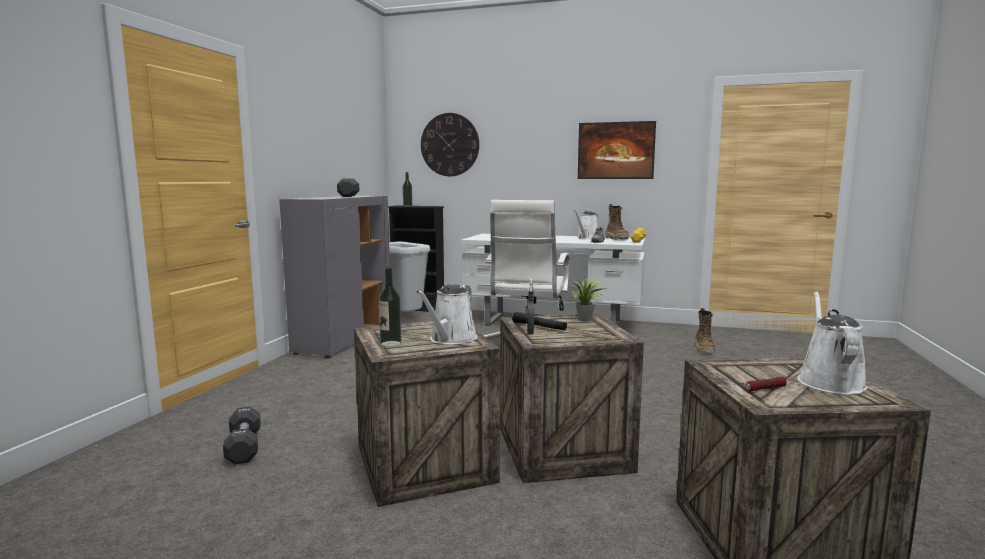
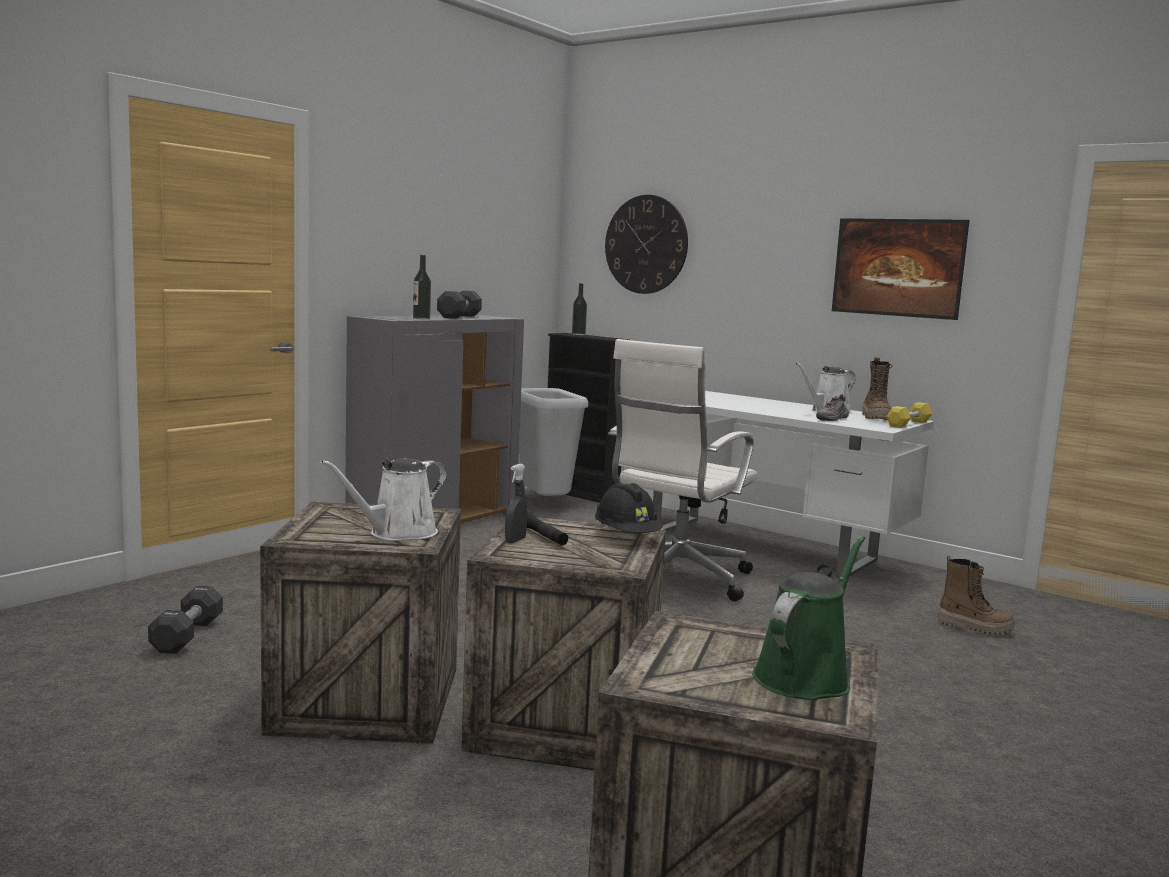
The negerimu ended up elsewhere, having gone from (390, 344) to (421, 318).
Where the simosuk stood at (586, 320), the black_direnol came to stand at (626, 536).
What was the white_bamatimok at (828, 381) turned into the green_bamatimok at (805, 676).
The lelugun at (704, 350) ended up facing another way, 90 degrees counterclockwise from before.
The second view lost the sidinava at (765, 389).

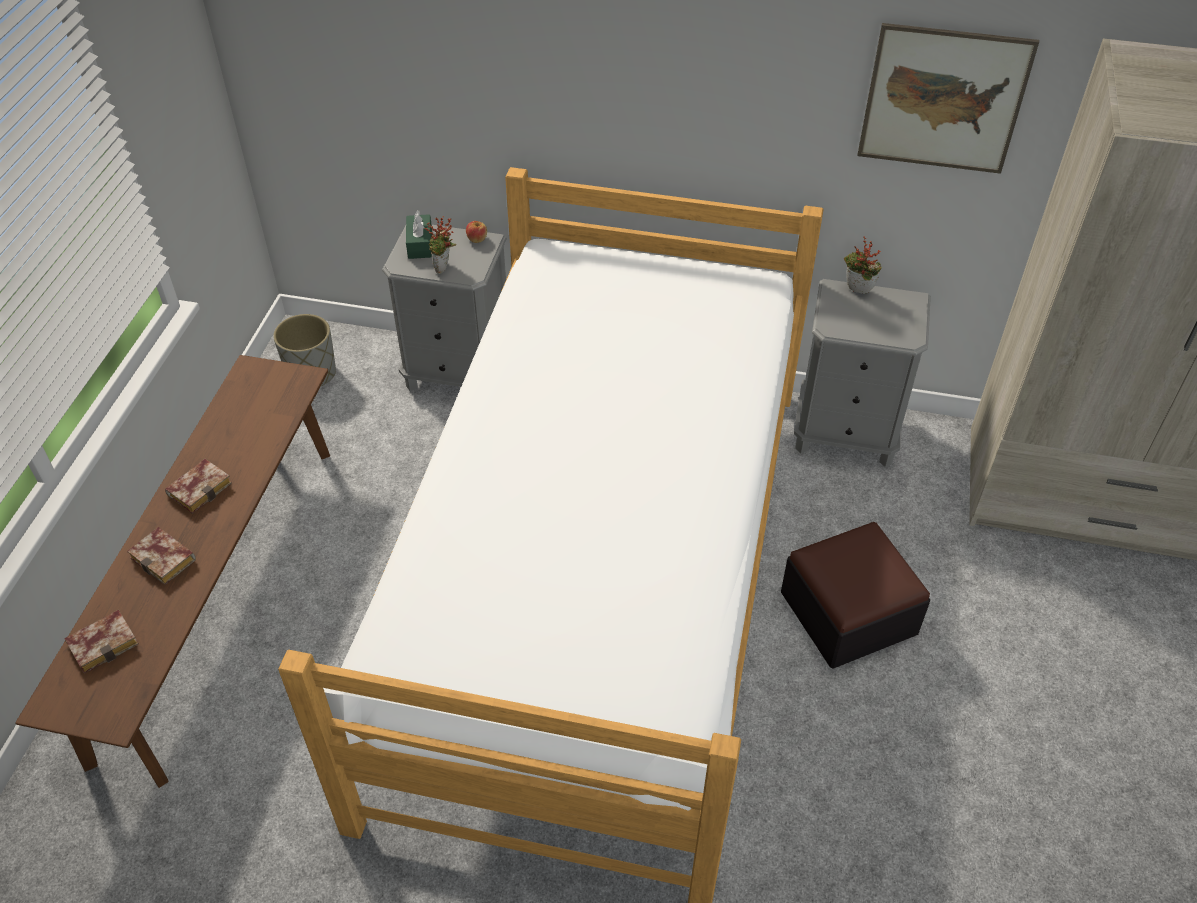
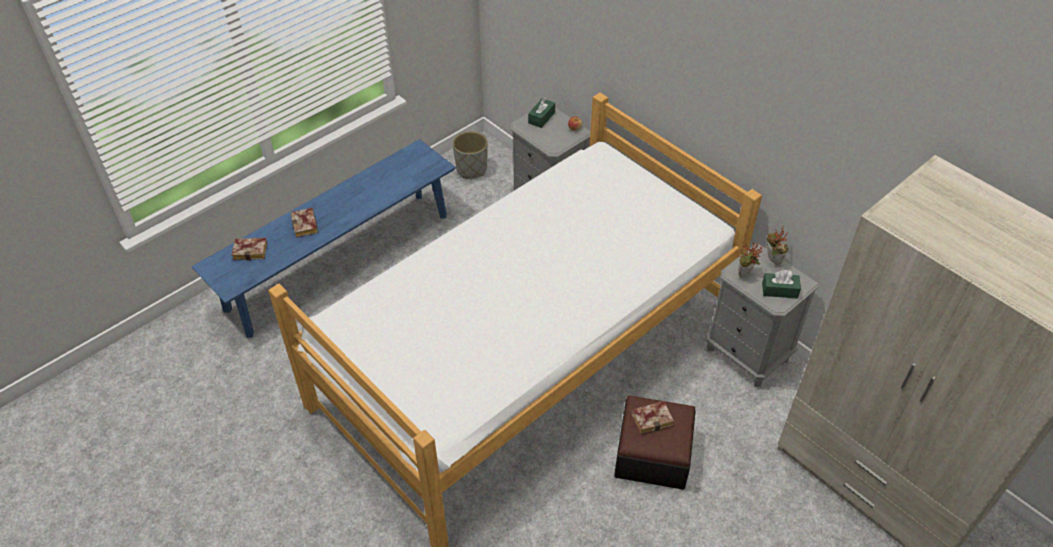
The second view lost the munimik at (943, 99).
The simosuk ended up elsewhere, having gone from (444, 269) to (745, 275).
What was the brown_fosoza at (219, 594) turned into the blue_fosoza at (340, 261).
The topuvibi ended up elsewhere, having gone from (200, 488) to (653, 418).
The second view gained the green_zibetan at (779, 290).

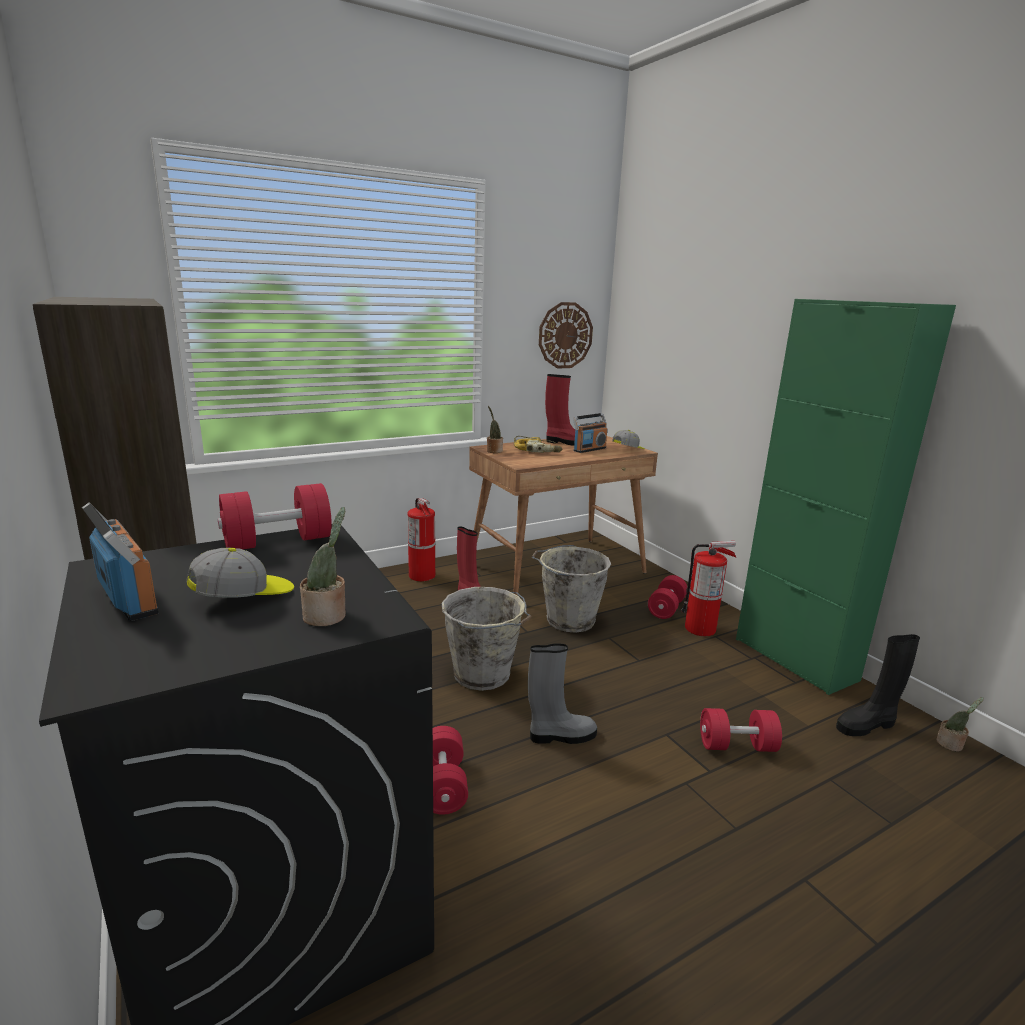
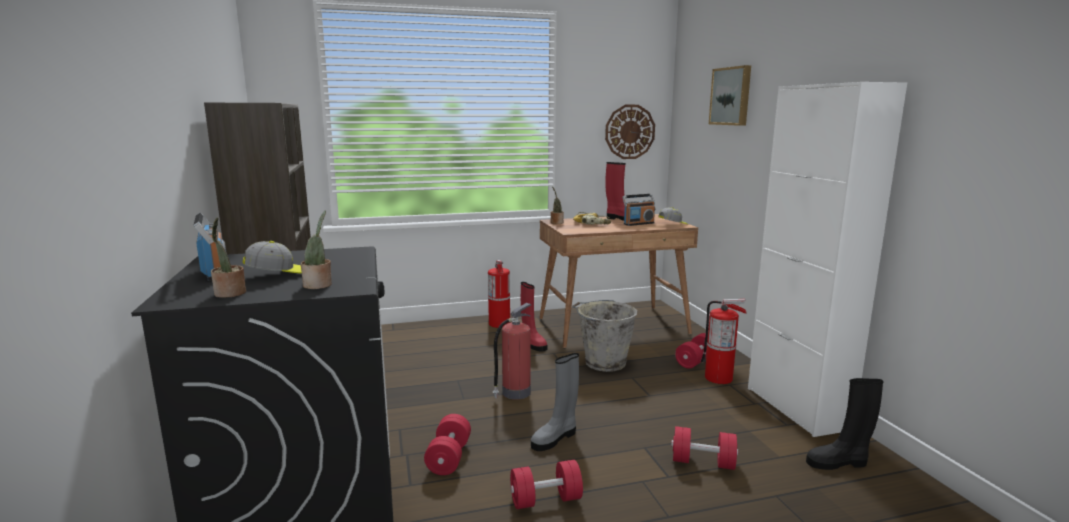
What was the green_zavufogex at (795, 659) turned into the white_zavufogex at (797, 408).
The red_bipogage ended up elsewhere, having gone from (278, 542) to (545, 500).
Where the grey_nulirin stood at (484, 675), the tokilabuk came to stand at (515, 393).
The grey_lelugun at (560, 736) ended up facing another way, 135 degrees clockwise from before.
The simosuk ended up elsewhere, having gone from (951, 745) to (229, 294).
The second view gained the munimik at (731, 96).

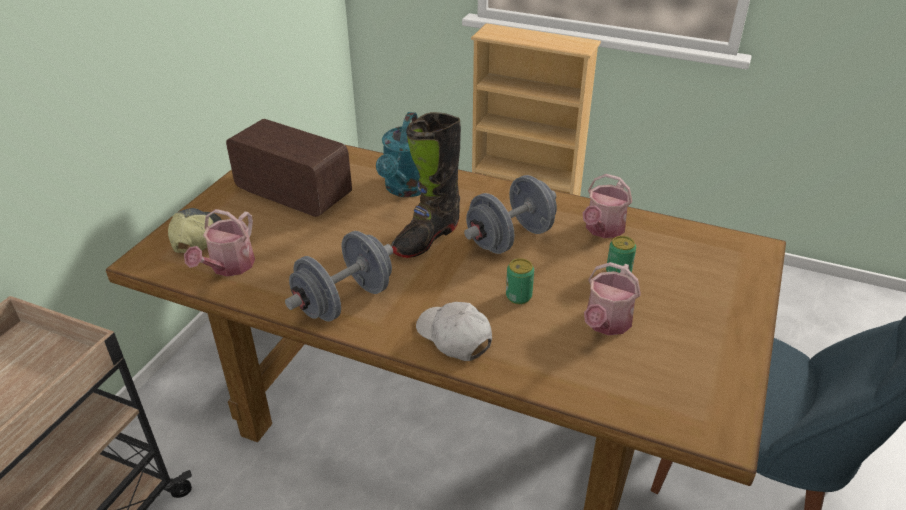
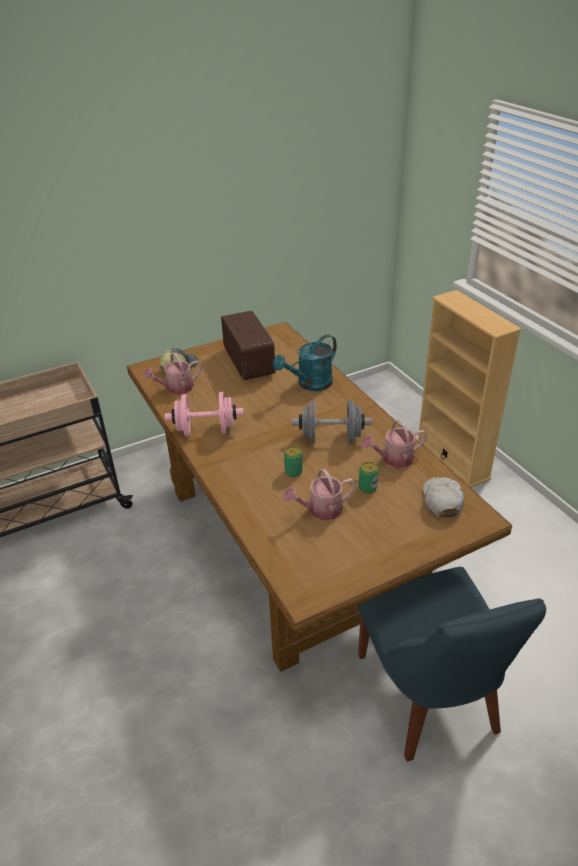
The second view lost the black_lelugun at (426, 238).
What was the grey_bipogage at (344, 301) turned into the pink_bipogage at (206, 430).
The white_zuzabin ended up elsewhere, having gone from (454, 337) to (441, 500).

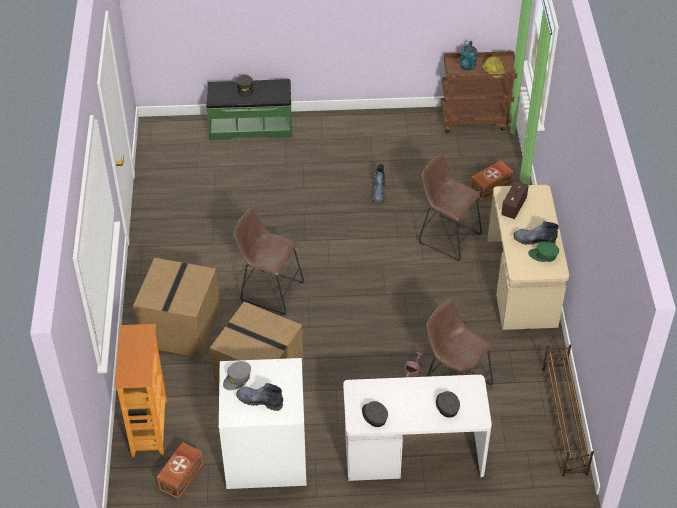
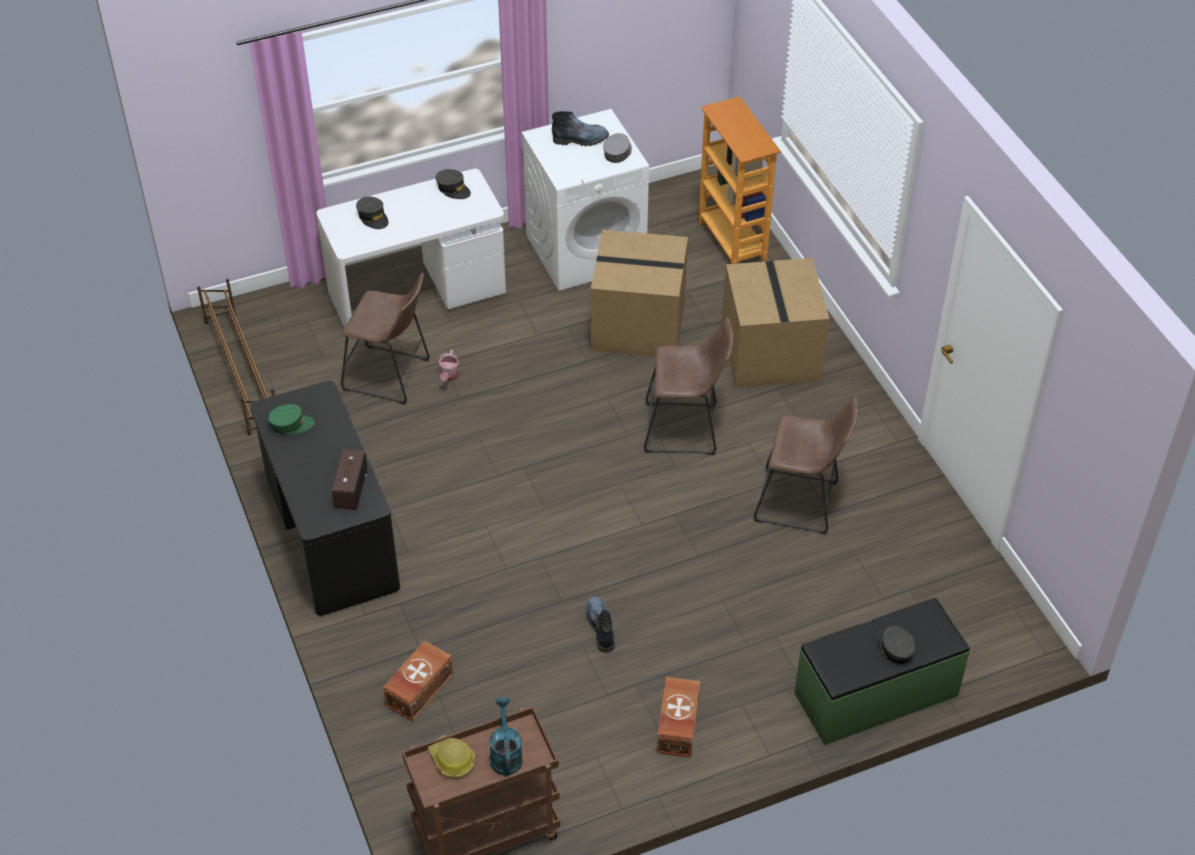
The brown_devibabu ended up elsewhere, having gone from (447, 236) to (801, 503).
What was the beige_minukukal at (522, 284) turned into the black_minukukal at (330, 535).
The second view lost the lelugun at (533, 240).
The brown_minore ended up elsewhere, having gone from (182, 476) to (676, 727).

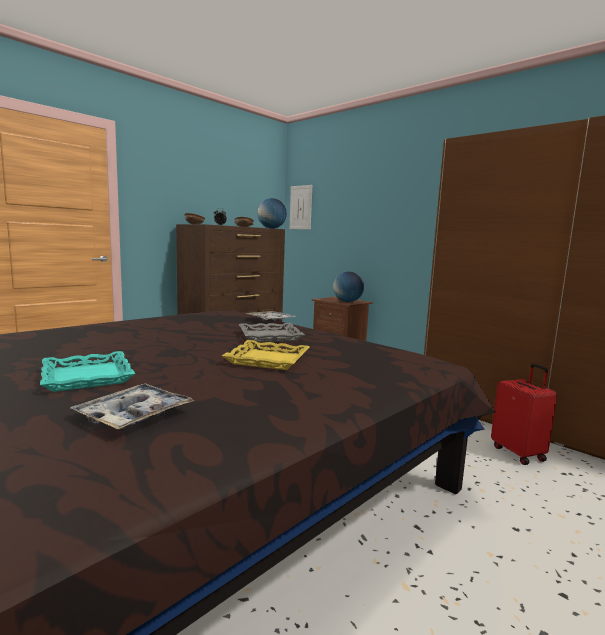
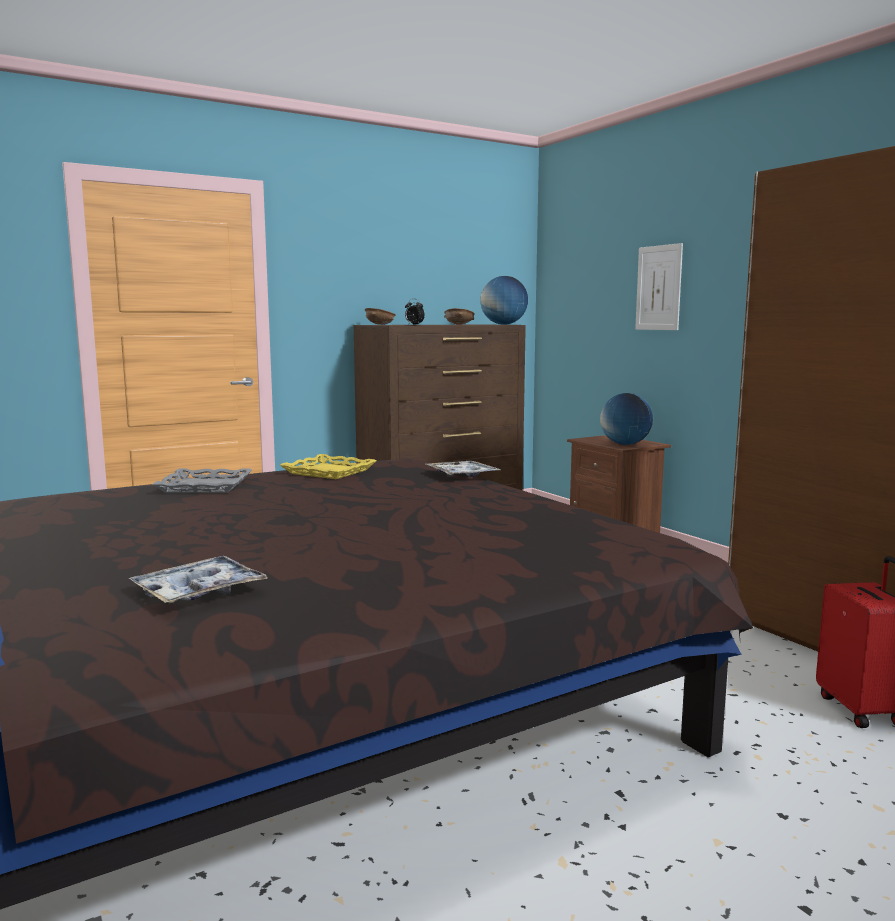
The munimik ended up elsewhere, having gone from (300, 207) to (658, 288).
The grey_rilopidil ended up elsewhere, having gone from (270, 336) to (204, 487).
The yellow_rilopidil ended up elsewhere, having gone from (268, 360) to (329, 472).
The second view lost the turquoise_rilopidil at (88, 377).

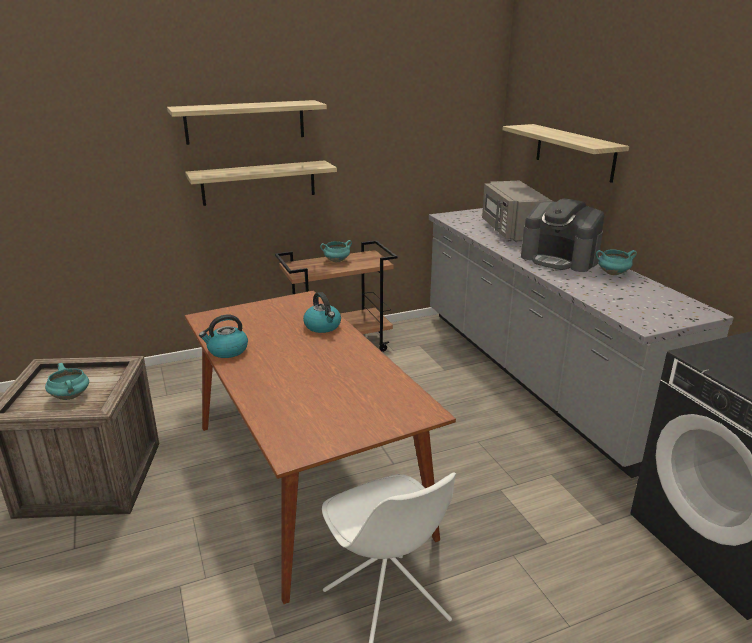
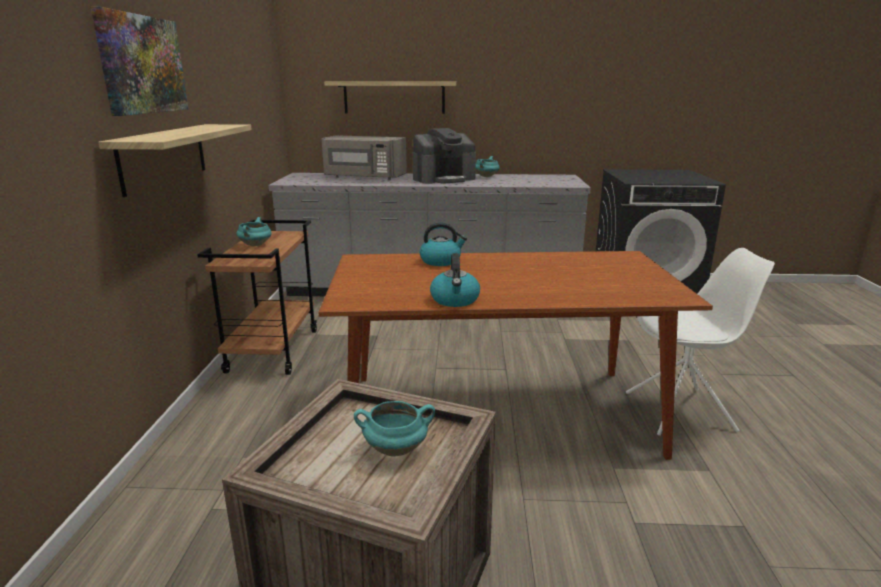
Where the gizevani hung at (245, 122), the munimik came to hang at (142, 65).

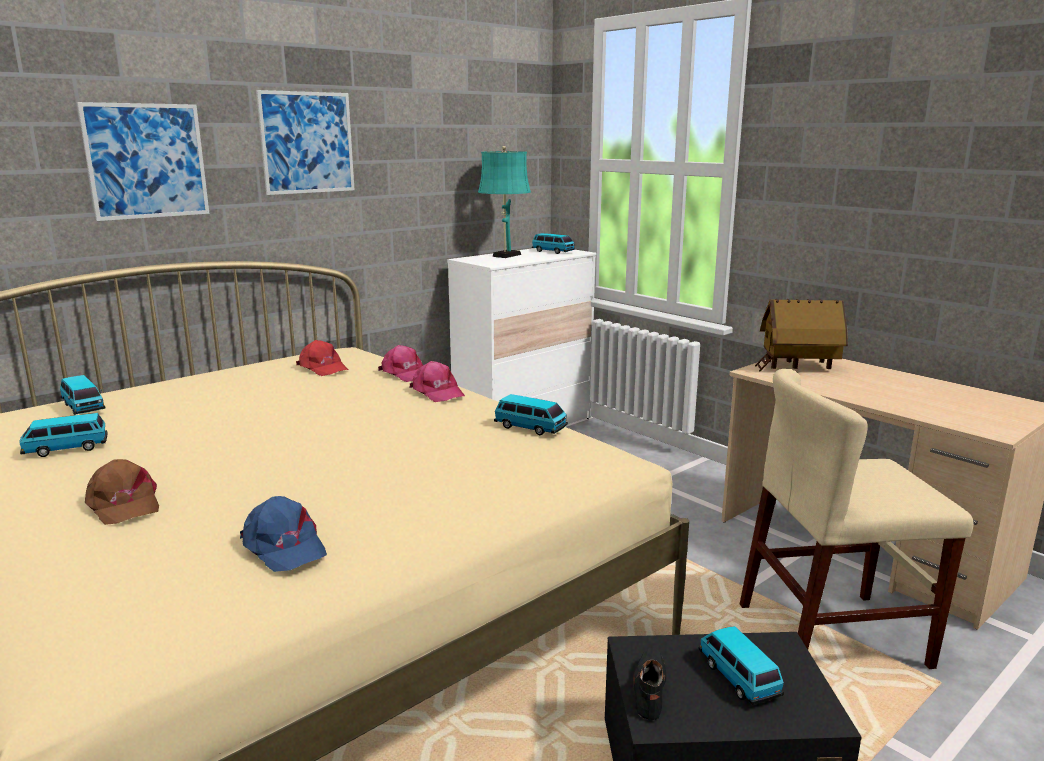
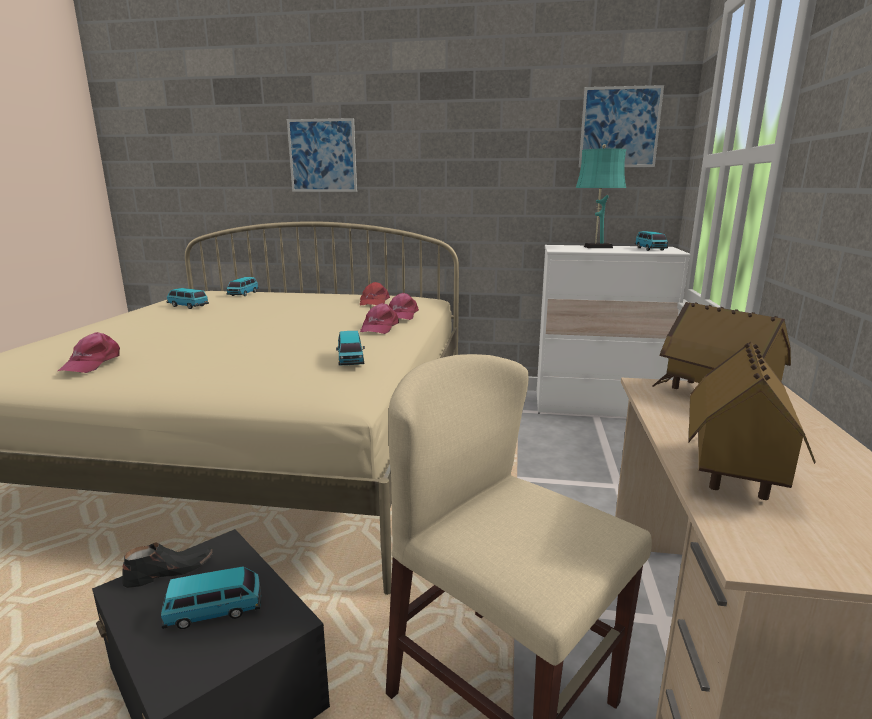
The munimik ended up elsewhere, having gone from (307, 143) to (619, 127).
The second view lost the brown_zuzabin at (123, 504).
What was the blue_zuzabin at (283, 546) turned into the pink_zuzabin at (92, 363).
The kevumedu at (738, 677) ended up facing another way, 45 degrees clockwise from before.
The second view gained the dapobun at (733, 472).

